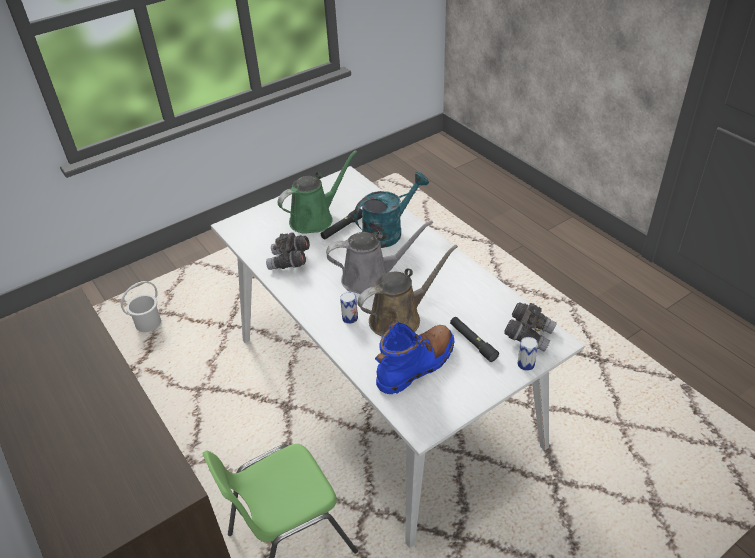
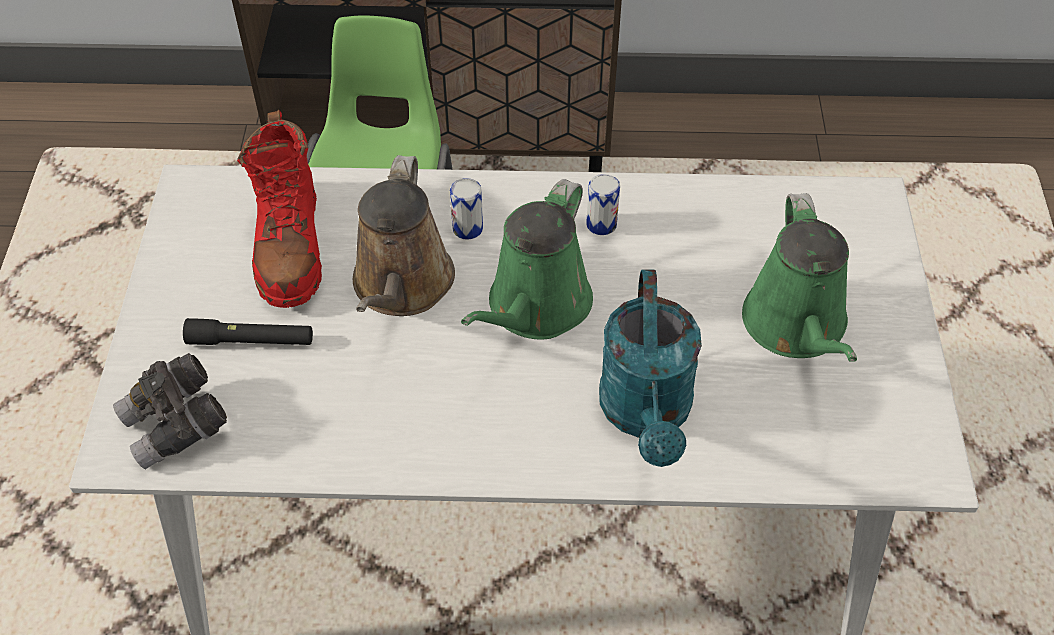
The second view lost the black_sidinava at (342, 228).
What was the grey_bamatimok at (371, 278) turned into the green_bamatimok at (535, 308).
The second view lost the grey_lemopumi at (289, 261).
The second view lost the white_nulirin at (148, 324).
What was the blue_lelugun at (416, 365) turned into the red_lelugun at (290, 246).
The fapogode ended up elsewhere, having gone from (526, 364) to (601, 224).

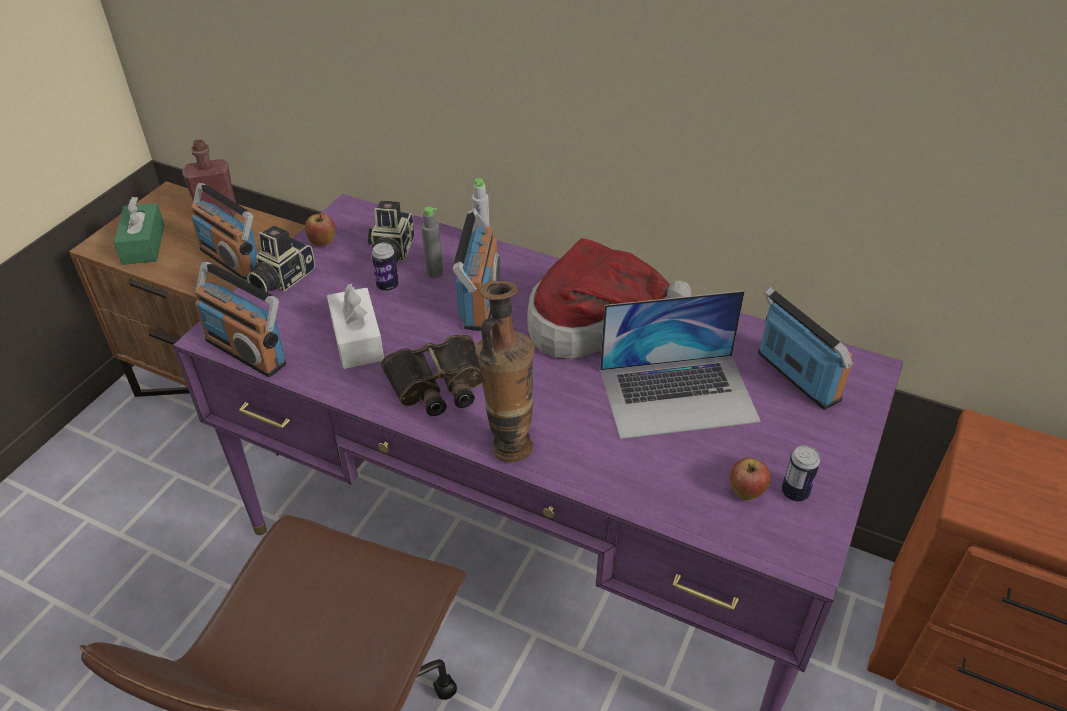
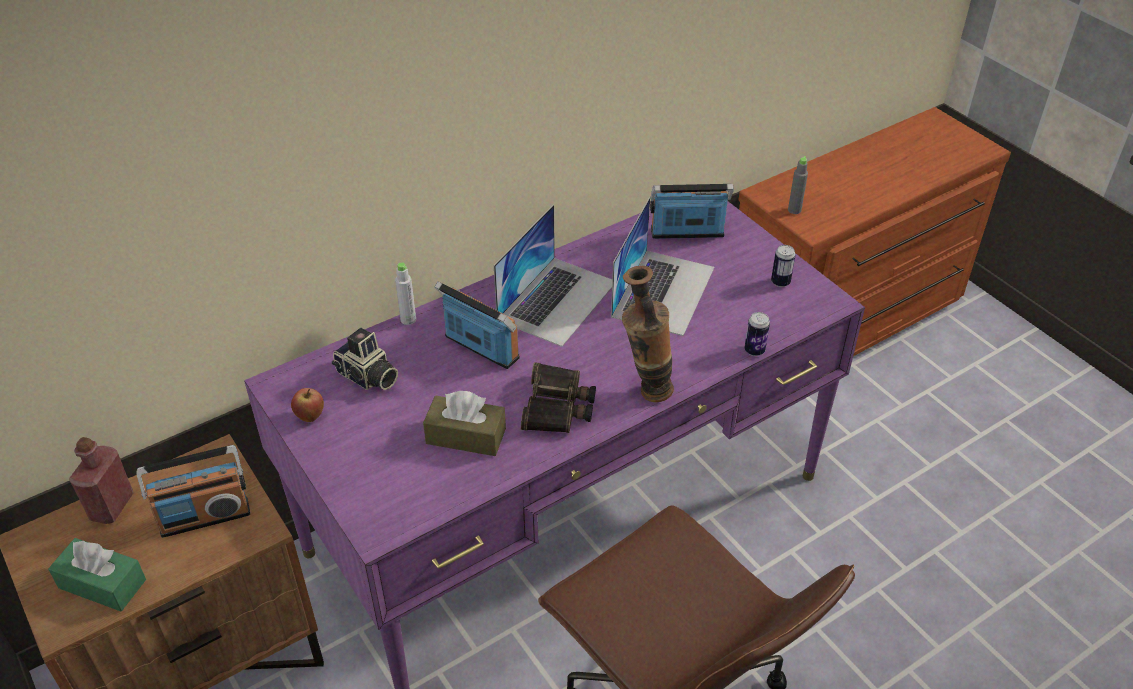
The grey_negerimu ended up elsewhere, having gone from (434, 273) to (794, 210).
The second view lost the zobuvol at (281, 279).
Where the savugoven stood at (591, 322), the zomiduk came to stand at (557, 300).
The fapogode ended up elsewhere, having gone from (387, 286) to (754, 350).
The second view lost the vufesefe at (247, 351).
What was the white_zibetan at (357, 340) turned into the brown_zibetan at (466, 436).
The second view lost the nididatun at (746, 493).

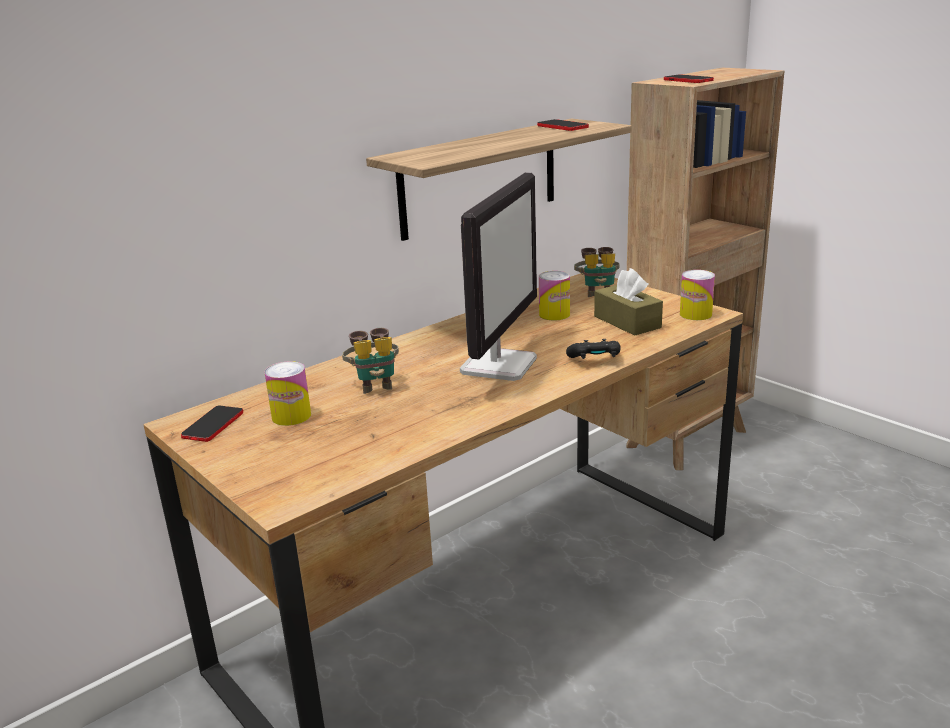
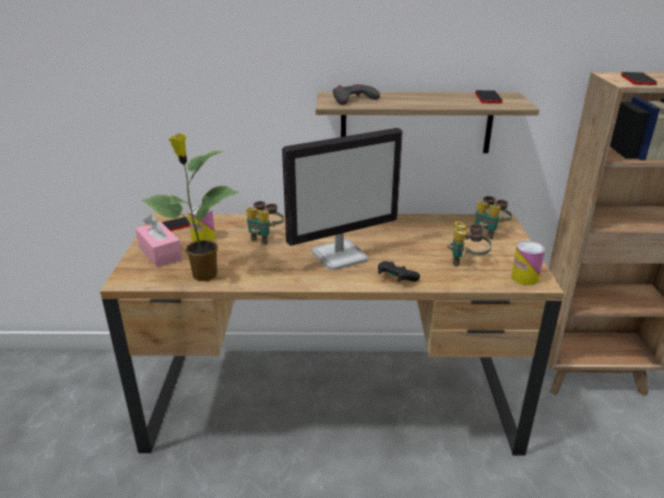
Where the brown_zibetan stood at (627, 322), the lemopumi came to stand at (466, 262).
The second view lost the fapogode at (554, 314).
The second view gained the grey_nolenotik at (353, 99).
The second view gained the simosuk at (203, 275).
The second view gained the pink_zibetan at (160, 253).

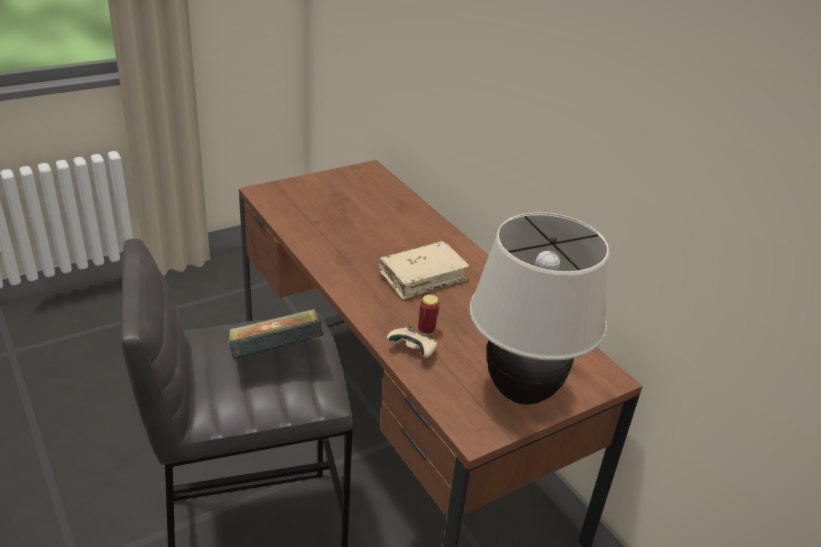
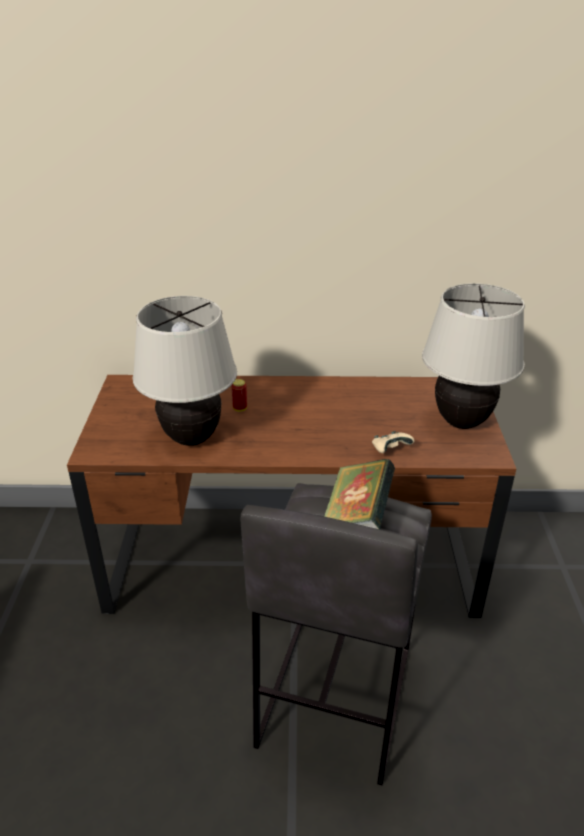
The second view lost the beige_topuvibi at (422, 277).
The fapogode ended up elsewhere, having gone from (427, 331) to (240, 408).
The second view gained the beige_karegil at (192, 438).

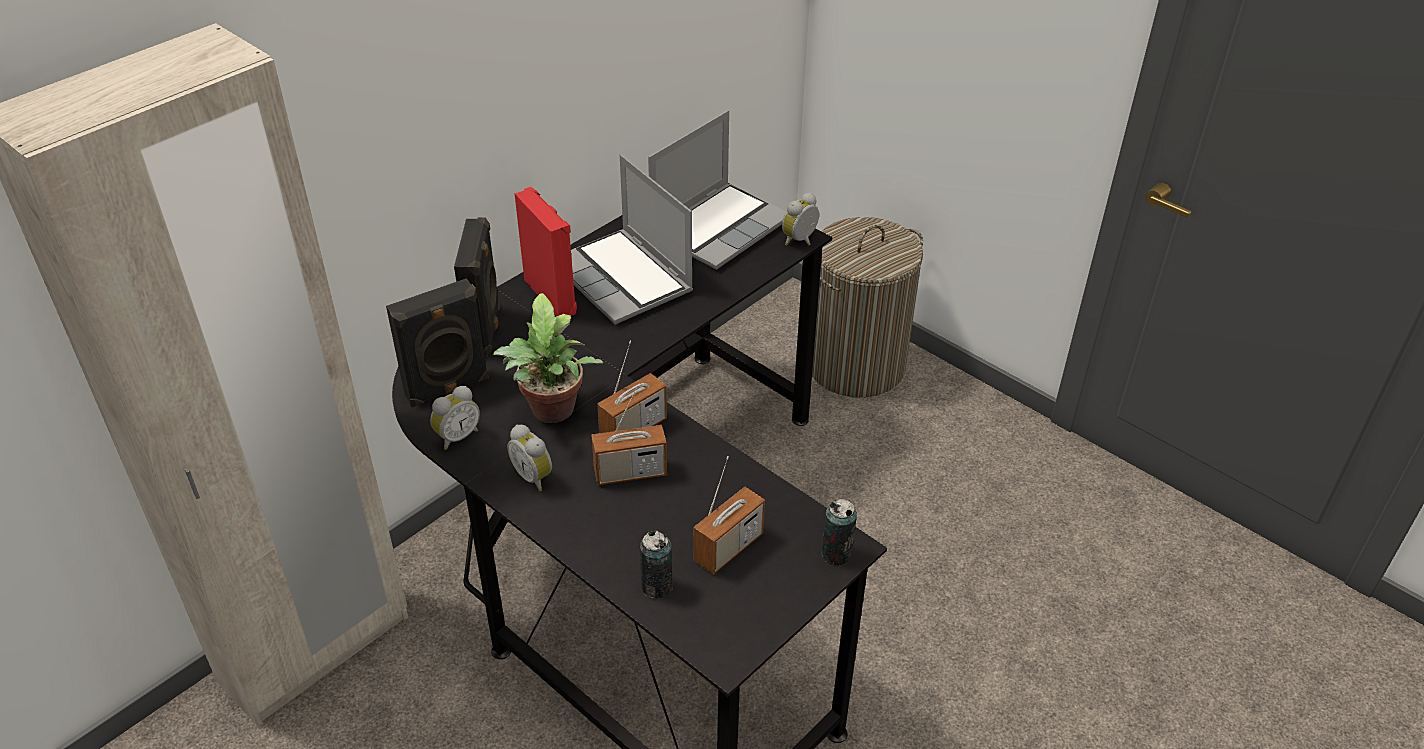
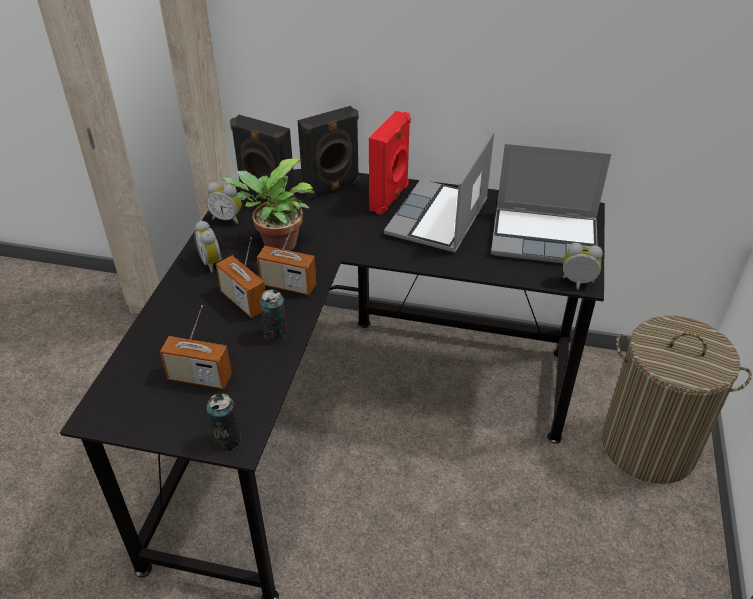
The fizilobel at (534, 476) ended up facing another way, 45 degrees counterclockwise from before.
The fapogode ended up elsewhere, having gone from (657, 587) to (275, 335).

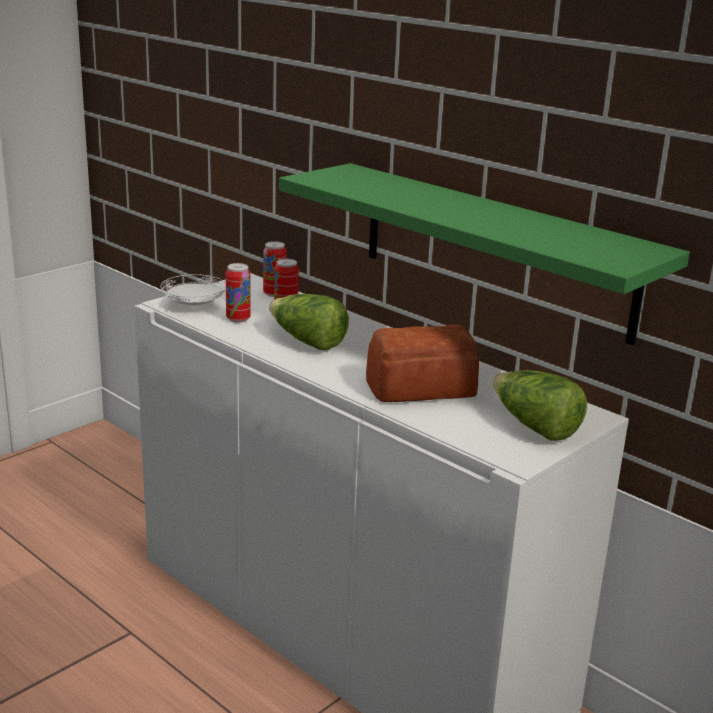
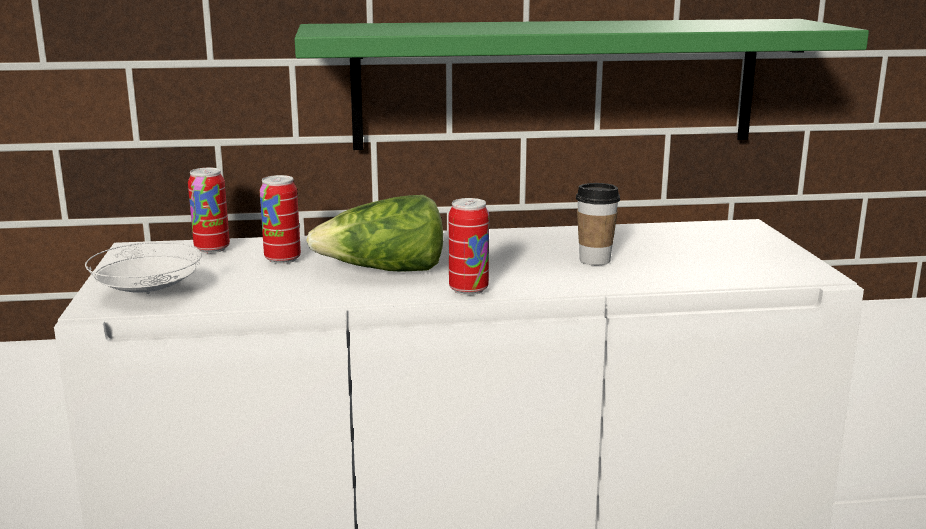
The fapogode ended up elsewhere, having gone from (238, 319) to (468, 290).
Where the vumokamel stood at (423, 388), the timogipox came to stand at (594, 260).
The second view lost the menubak at (534, 426).

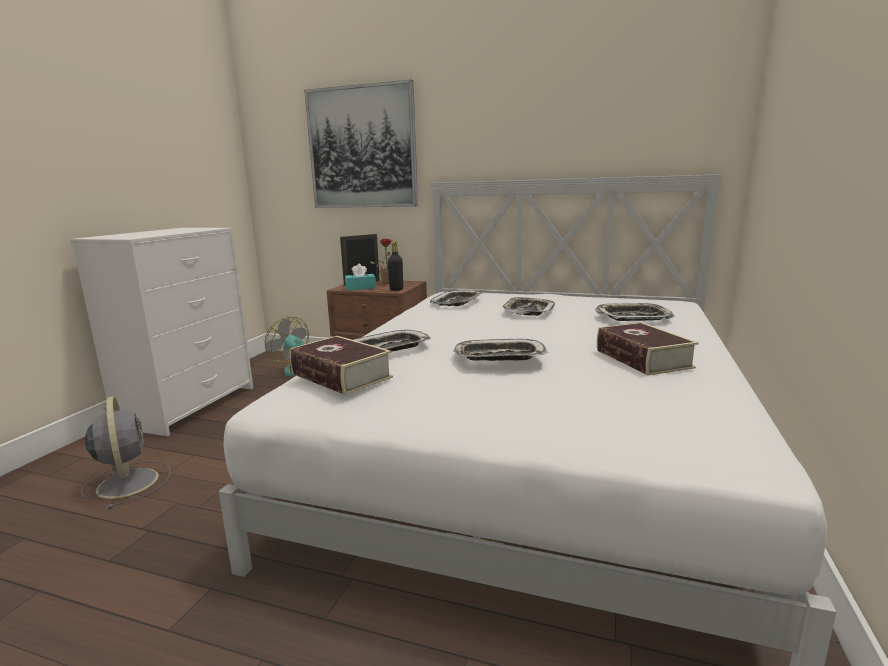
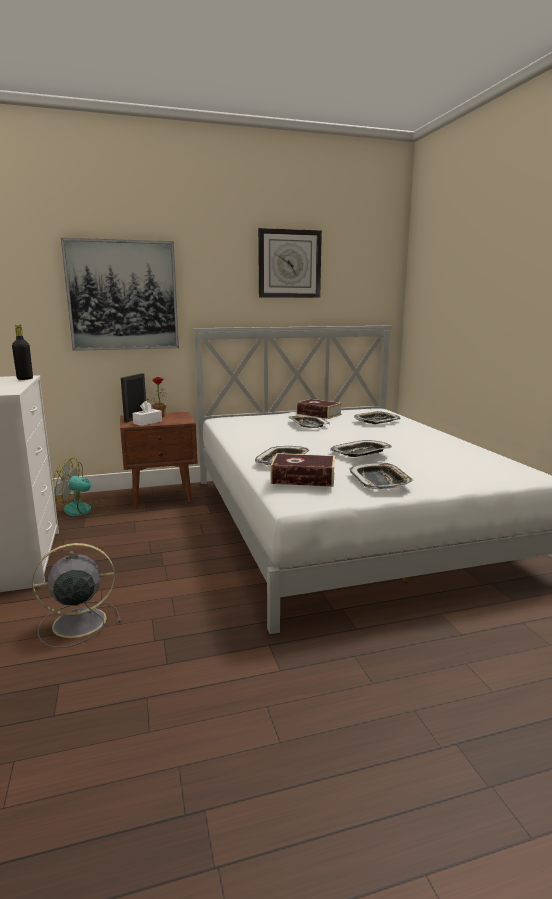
The black_negerimu ended up elsewhere, having gone from (396, 289) to (25, 379).
What was the turquoise_zibetan at (360, 288) turned into the white_zibetan at (147, 422).
The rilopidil ended up elsewhere, having gone from (457, 302) to (380, 481).
The topuvibi ended up elsewhere, having gone from (643, 359) to (319, 414).
The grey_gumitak at (128, 482) ended up facing another way, 45 degrees counterclockwise from before.
The second view gained the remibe at (289, 264).

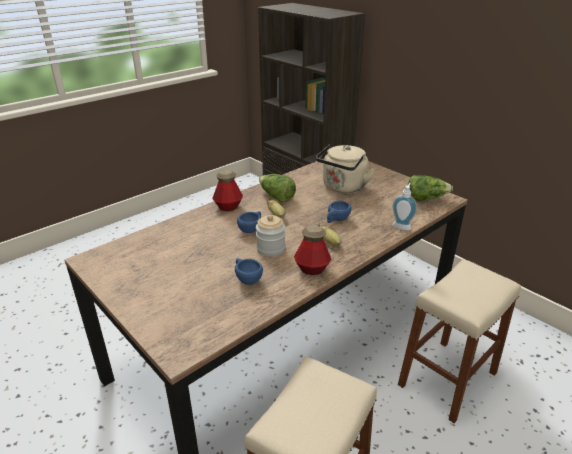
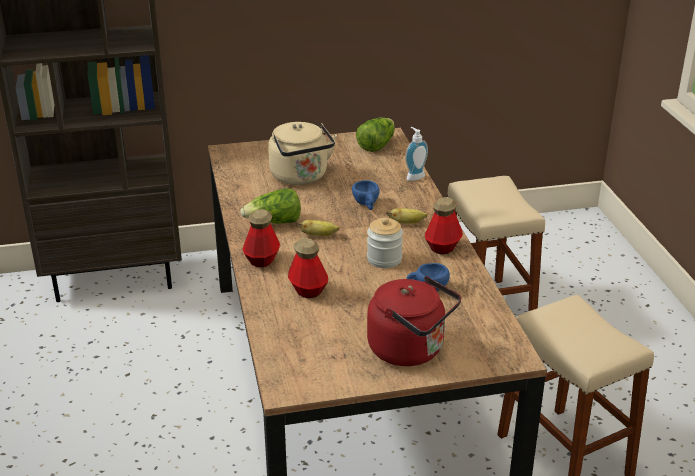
The second view lost the blue_timogipox at (251, 229).
The second view gained the negerimu at (308, 290).
The second view gained the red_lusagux at (410, 350).

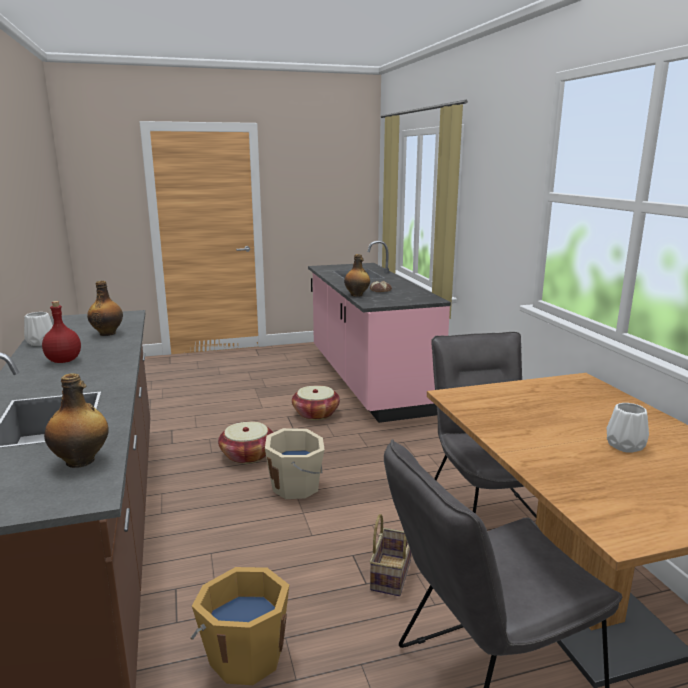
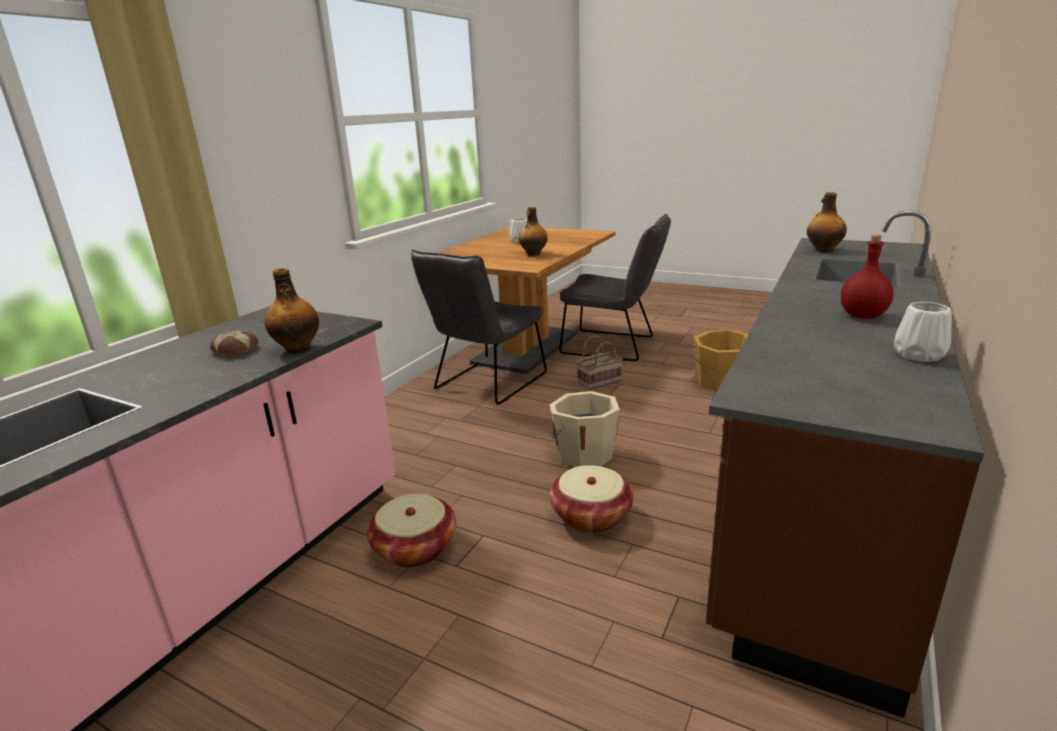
The negerimu ended up elsewhere, having gone from (108, 333) to (533, 254).

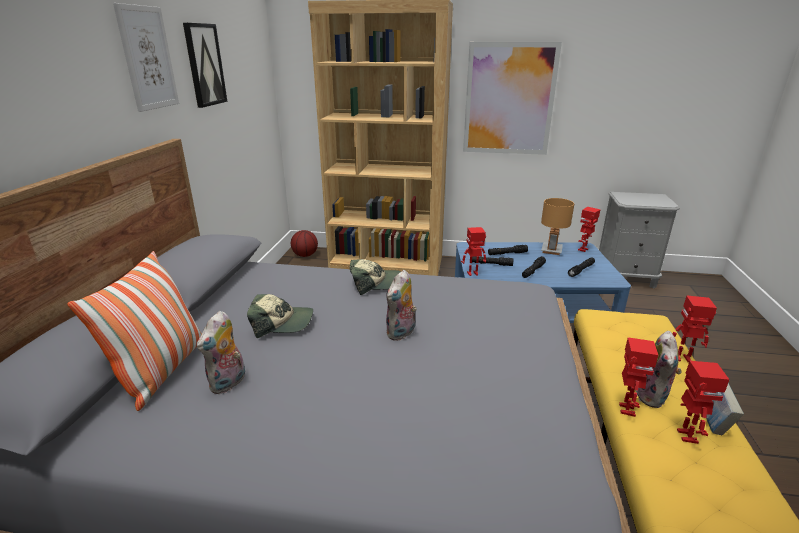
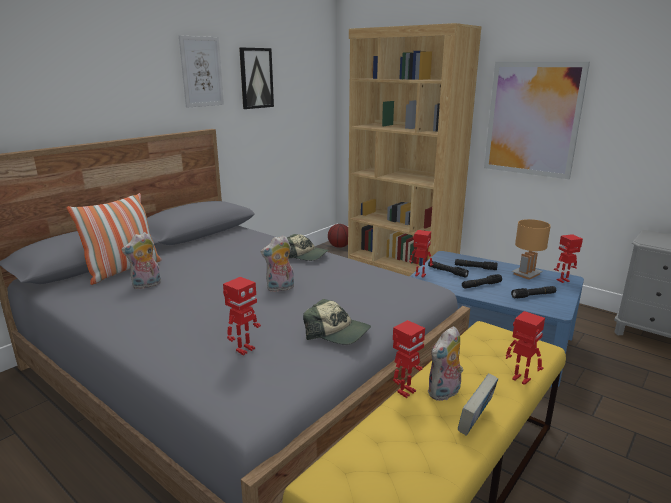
The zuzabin ended up elsewhere, having gone from (282, 323) to (337, 332).
The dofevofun ended up elsewhere, having gone from (685, 436) to (244, 349).

